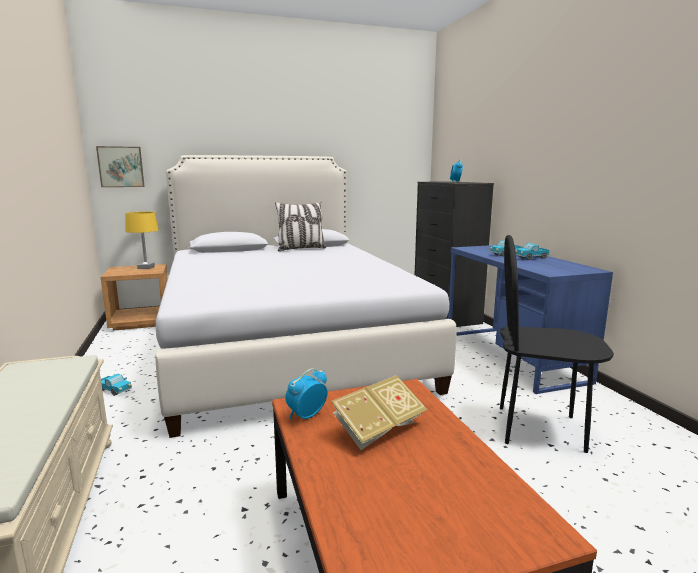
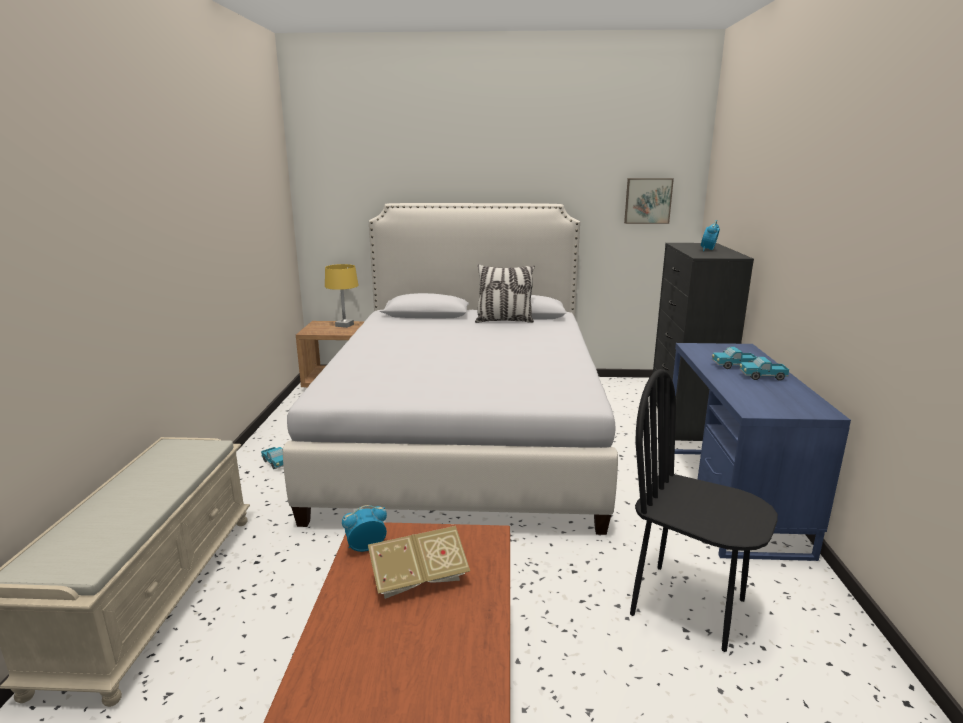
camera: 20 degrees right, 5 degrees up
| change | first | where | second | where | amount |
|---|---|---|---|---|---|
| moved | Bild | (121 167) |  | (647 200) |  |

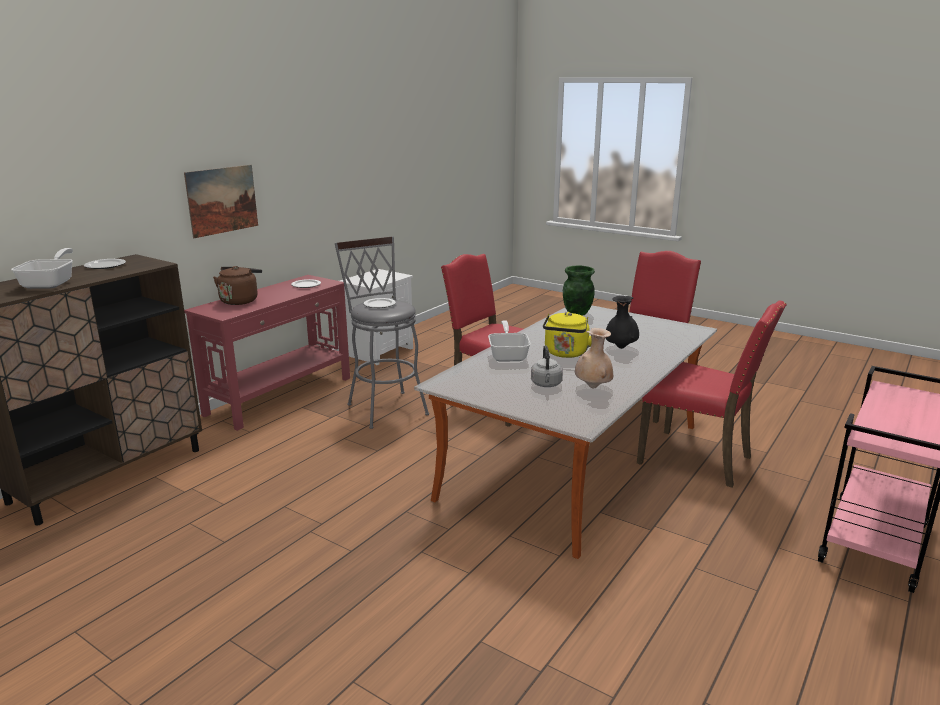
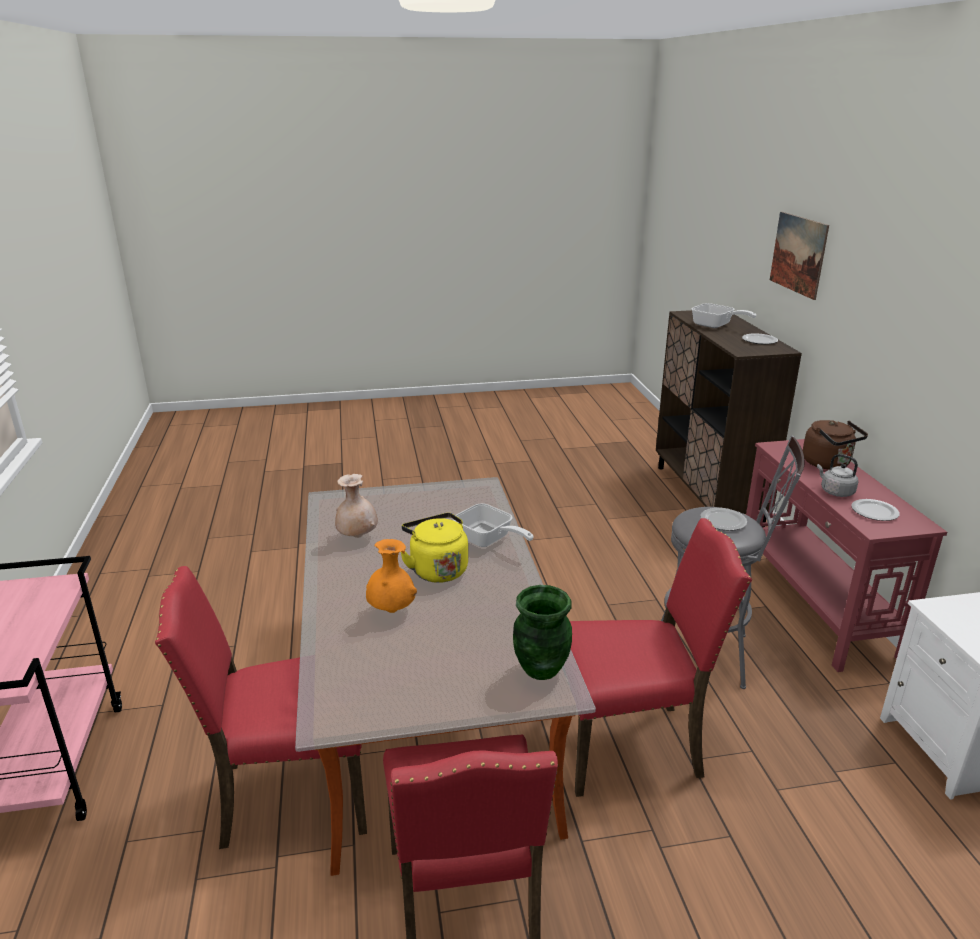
camera: 135 degrees right, 5 degrees up
| change | first | where | second | where | amount |
|---|---|---|---|---|---|
| moved | Bild | (222 200) |  | (798 254) |  |
| moved | Wasserkessel/grau | (546 384) |  | (835 491) |  |
| recoloured | Vase/schwarz | (620 348) | Vase/orange | (392 610) |  |

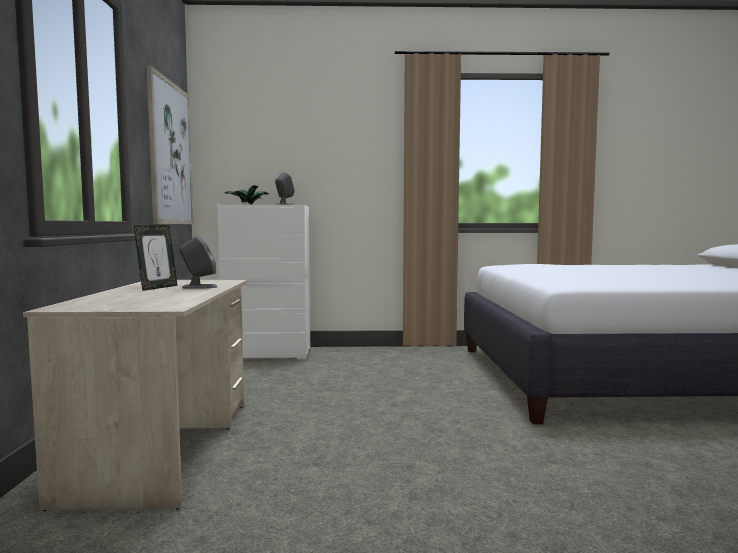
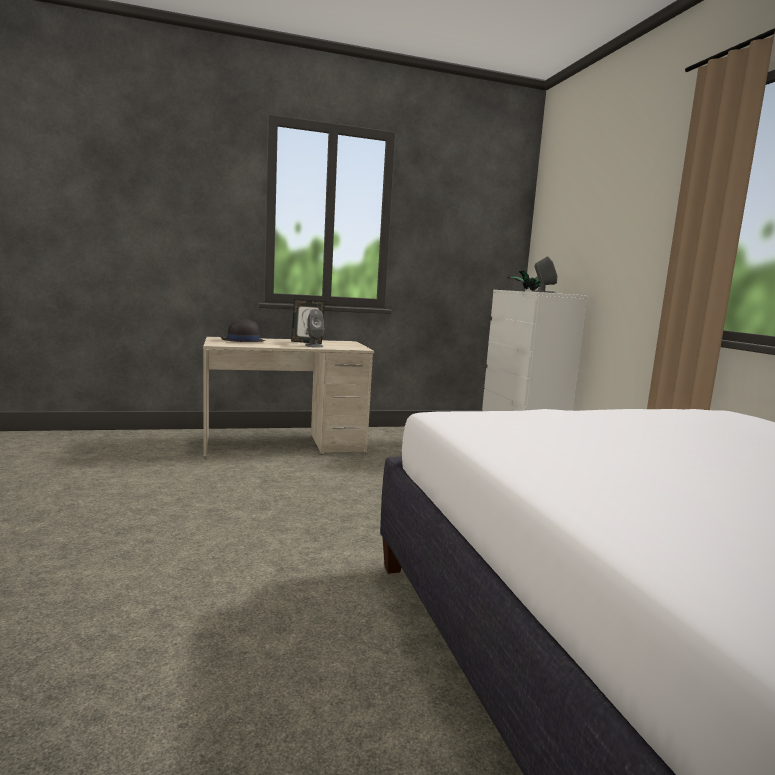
camera: 75 degrees right, 5 degrees up
| change | first | where | second | where | amount |
|---|---|---|---|---|---|
| removed | Bild | (170 153) |  |  |  |
| added |  |  | Hut/schwarz | (242 340) |  |

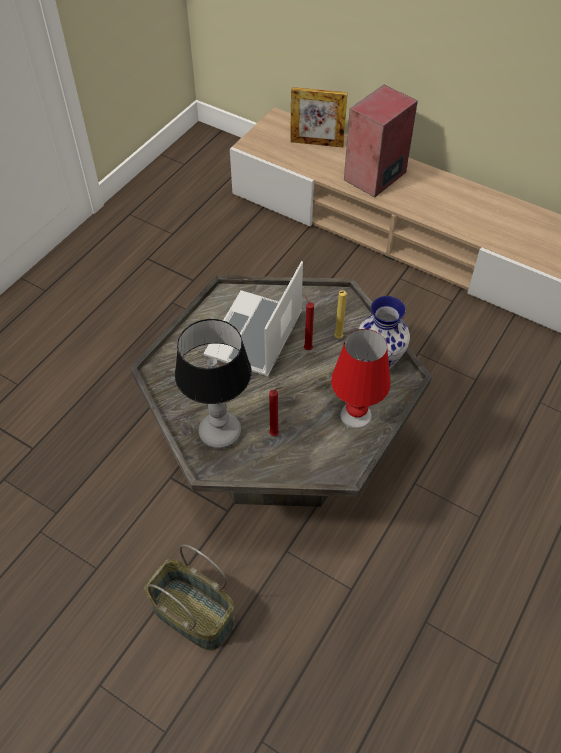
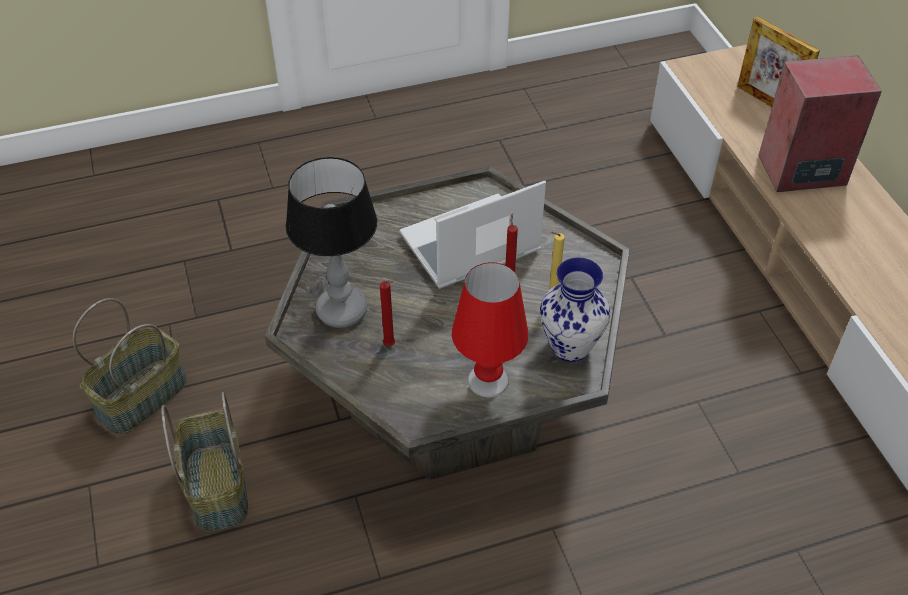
camera: 40 degrees right, 5 degrees down
| change | first | where | second | where | amount |
|---|---|---|---|---|---|
| added |  |  | Korb | (141 396) |  |

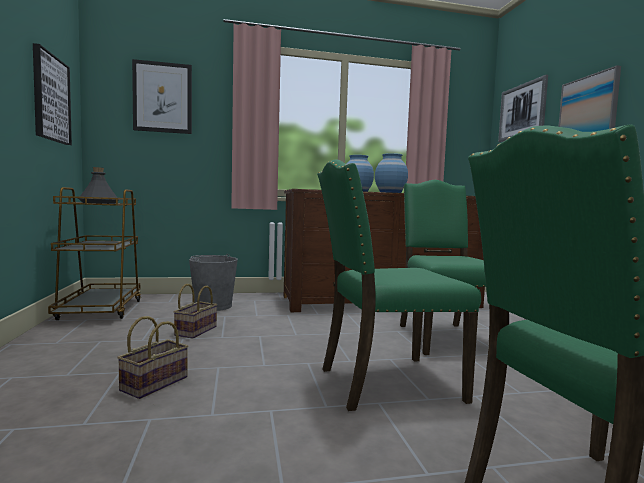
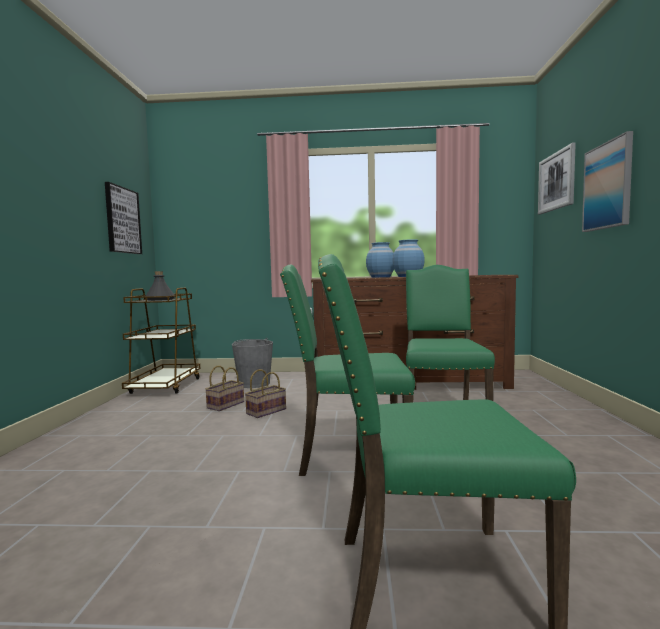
camera: 15 degrees right, 0 degrees up
| change | first | where | second | where | amount |
|---|---|---|---|---|---|
| removed | Bild | (163 98) |  |  |  |
| moved | Korb | (155 383) |  | (266 411) |  |

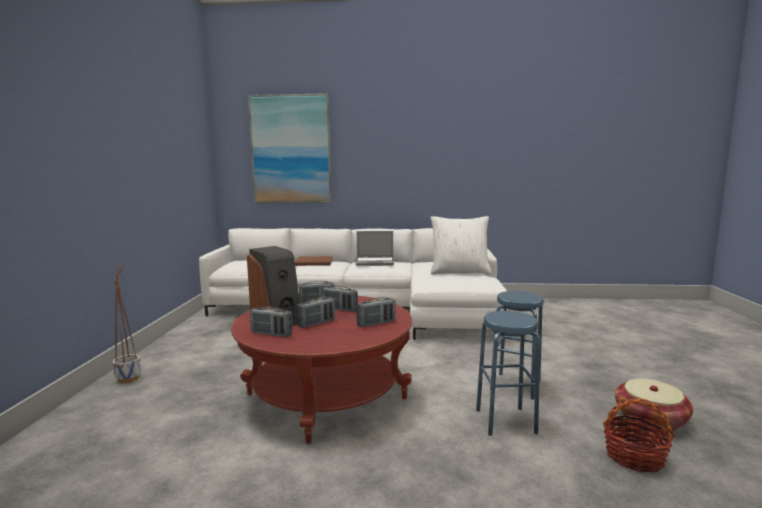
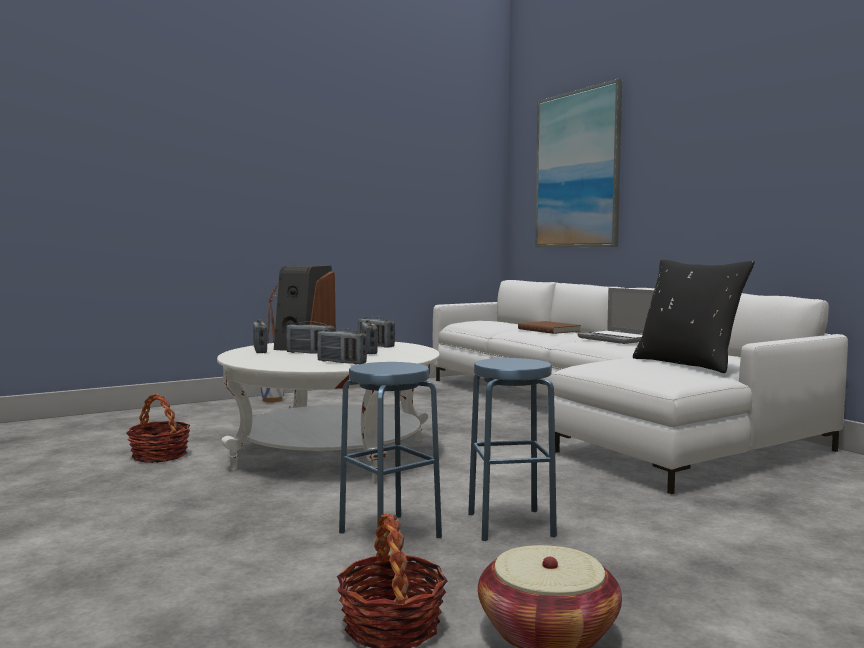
camera: 55 degrees right, 5 degrees down
| change | first | where | second | where | amount |
|---|---|---|---|---|---|
| added |  |  | Korb | (159 456) |  |
| recoloured | Couchtisch/rot | (326 396) | Couchtisch/weiß | (332 453) |  |
| recoloured | Kissen/weiß | (459 272) | Kissen/schwarz | (688 363) |  |

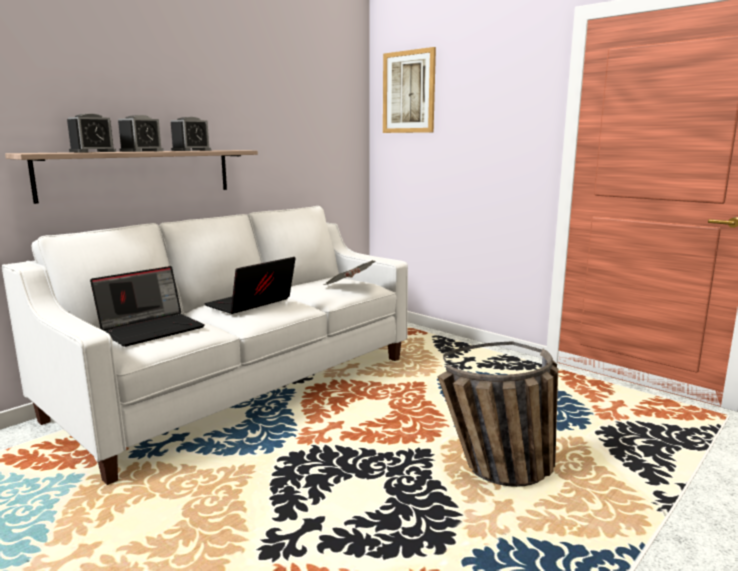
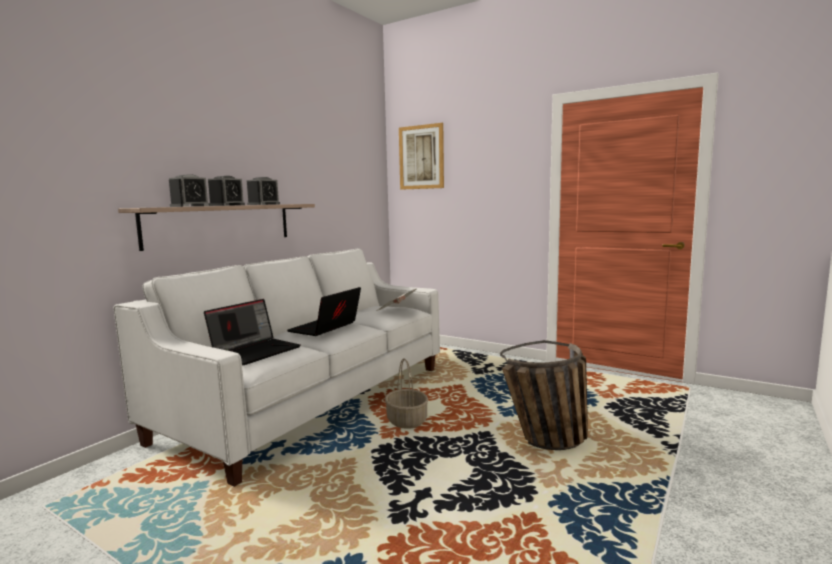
camera: 10 degrees left, 5 degrees down
| change | first | where | second | where | amount |
|---|---|---|---|---|---|
| added |  |  | Korb | (406 421) |  |

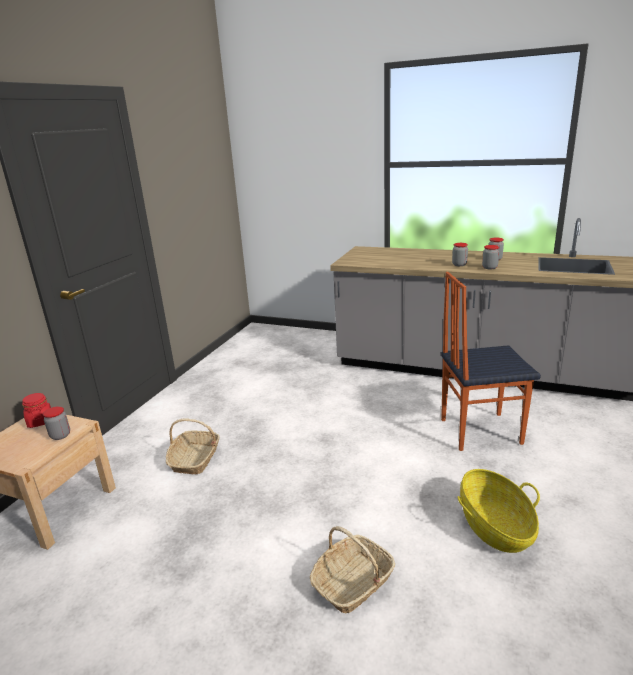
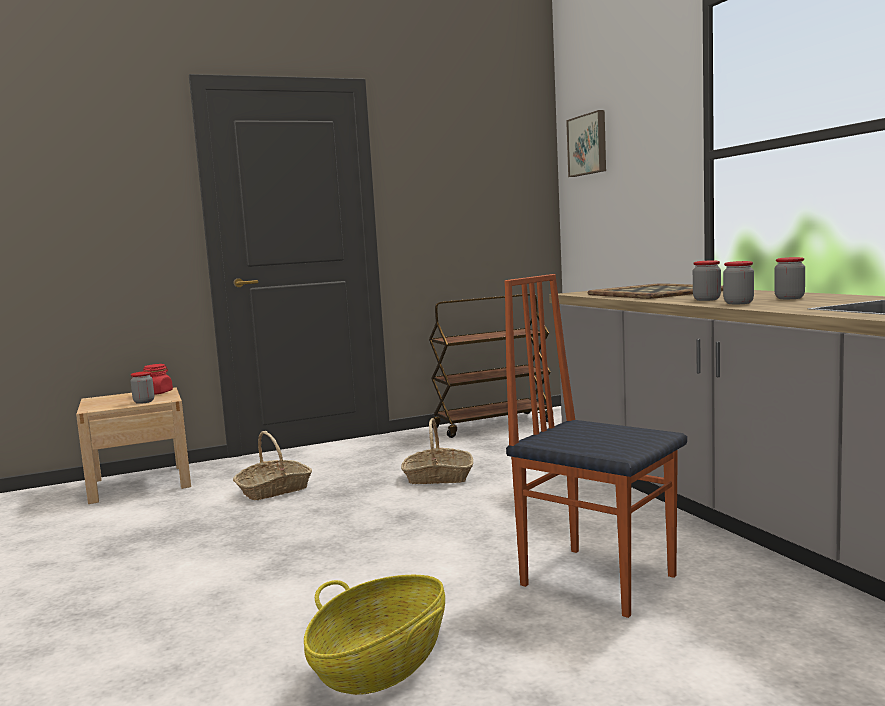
camera: 45 degrees right, 15 degrees down
| change | first | where | second | where | amount |
|---|---|---|---|---|---|
| added |  |  | Rollwagen/braun | (492 424) |  |
| added |  |  | Bild | (588 144) |  |
| added |  |  | Tablett | (656 292) |  |
| moved | Korb | (353 583) |  | (438 477) |  |

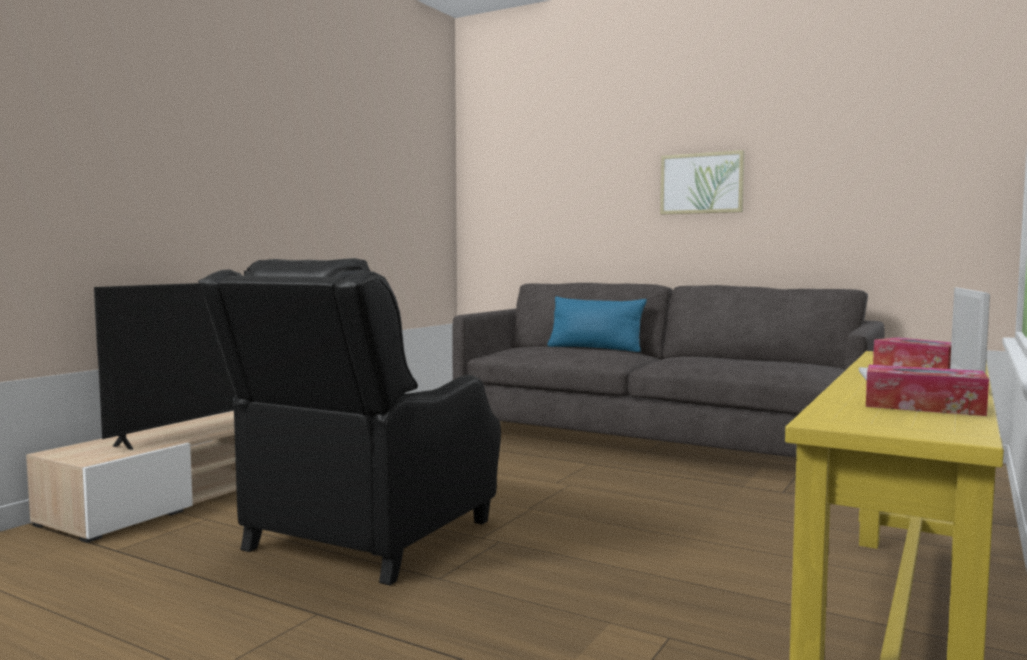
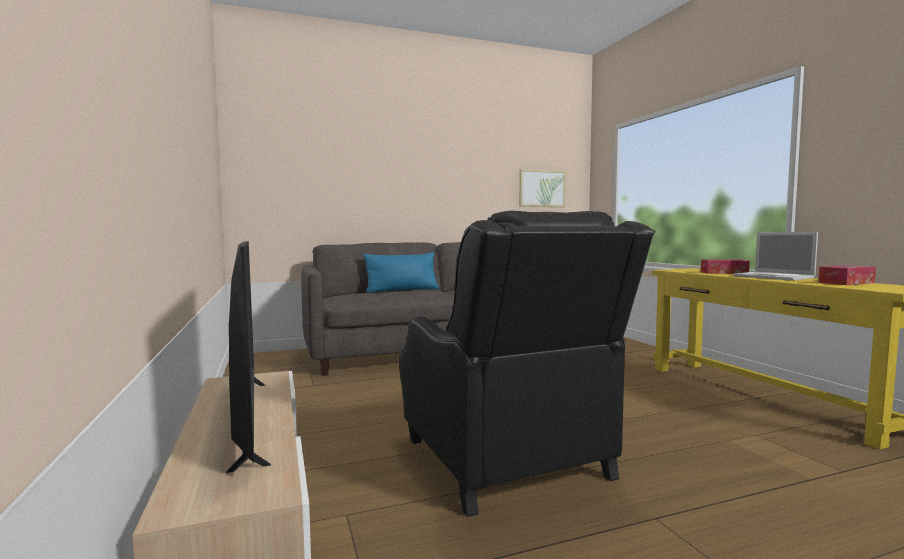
camera: 50 degrees left, 0 degrees up
| change | first | where | second | where | amount |
|---|---|---|---|---|---|
| moved | Bild | (701 183) |  | (541 188) |  |

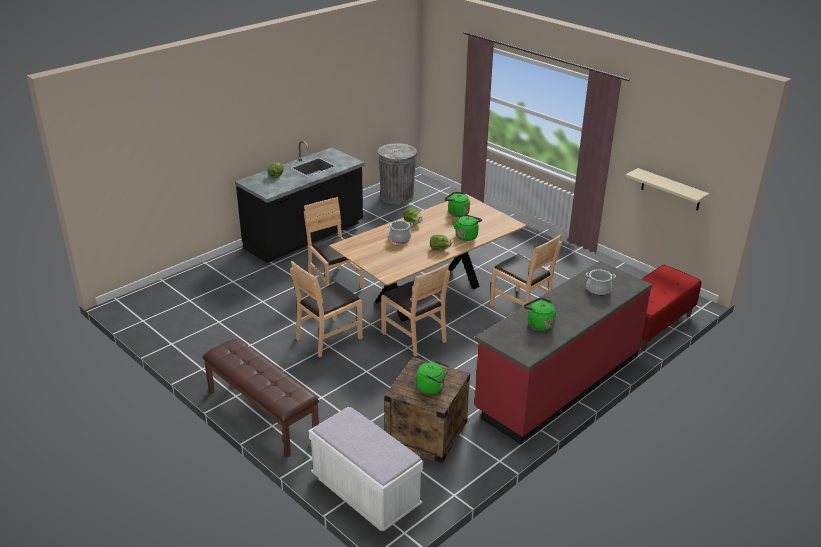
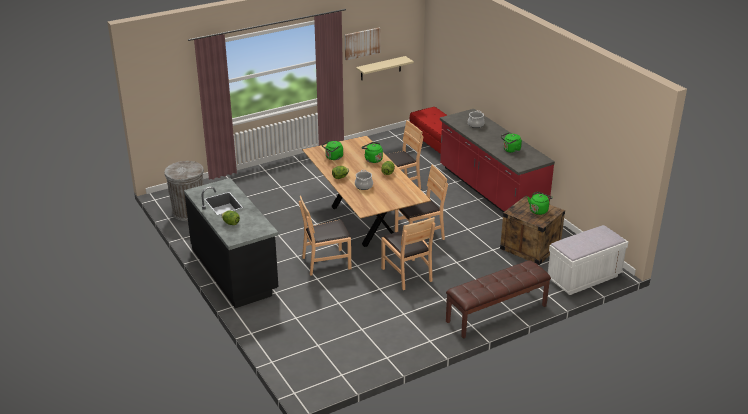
camera: 75 degrees left, 0 degrees up
| change | first | where | second | where | amount |
|---|---|---|---|---|---|
| added |  |  | Bild | (362 43) |  |

